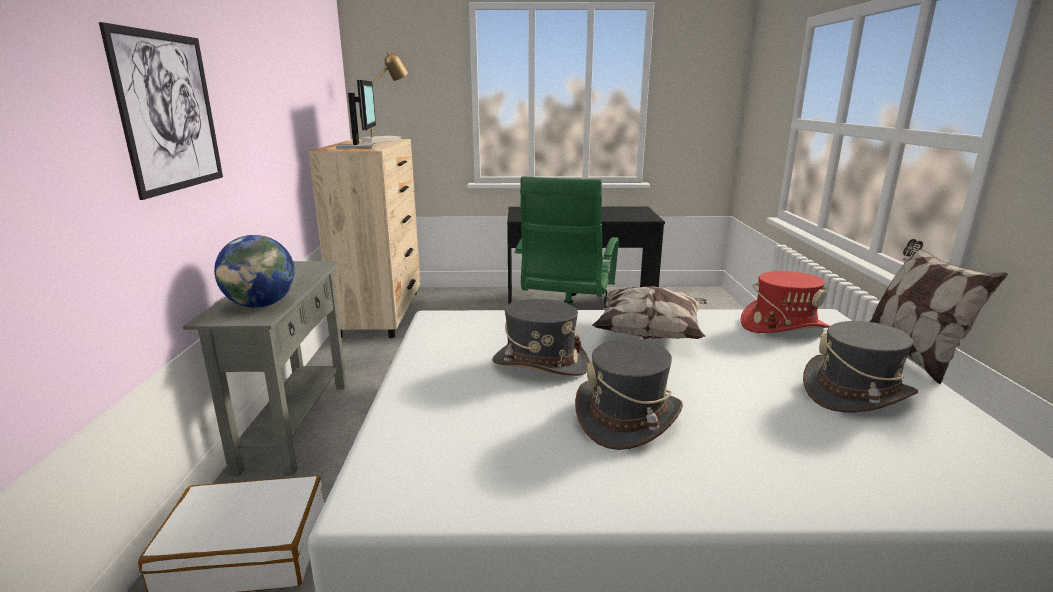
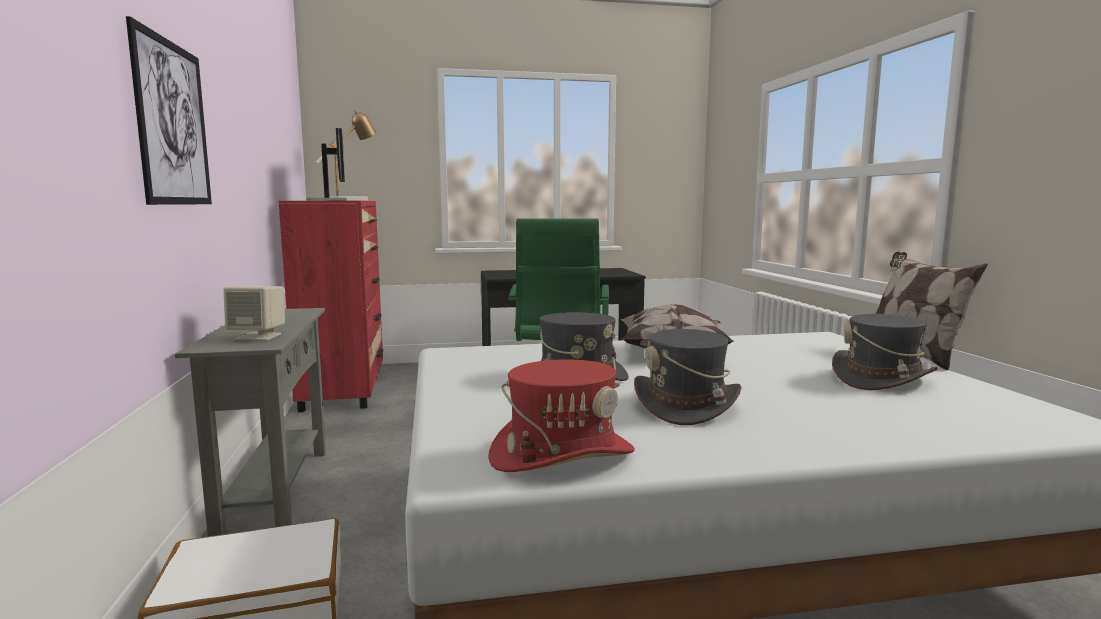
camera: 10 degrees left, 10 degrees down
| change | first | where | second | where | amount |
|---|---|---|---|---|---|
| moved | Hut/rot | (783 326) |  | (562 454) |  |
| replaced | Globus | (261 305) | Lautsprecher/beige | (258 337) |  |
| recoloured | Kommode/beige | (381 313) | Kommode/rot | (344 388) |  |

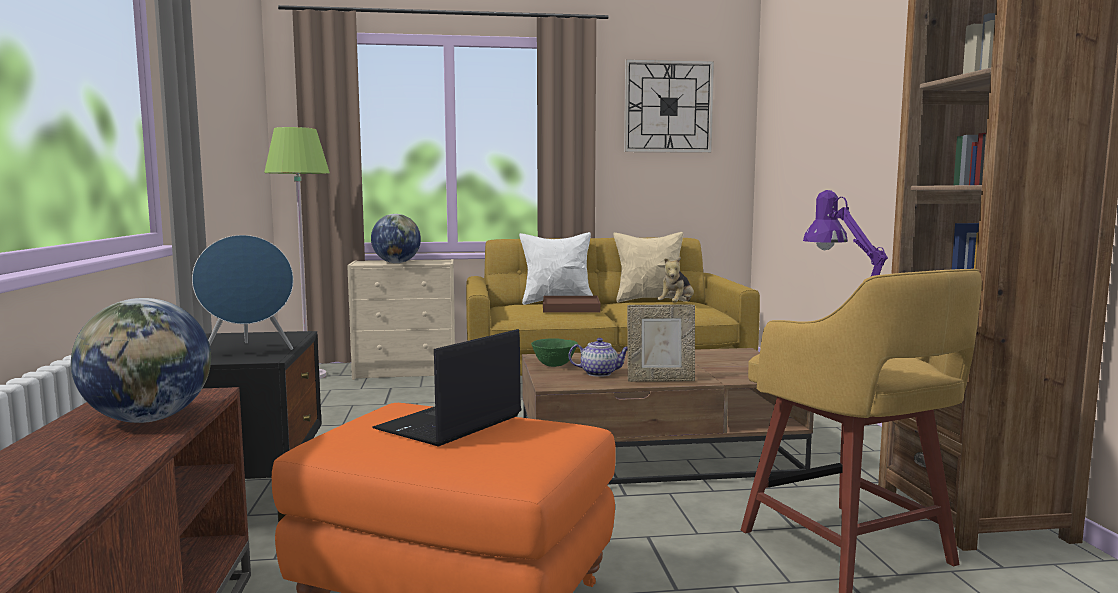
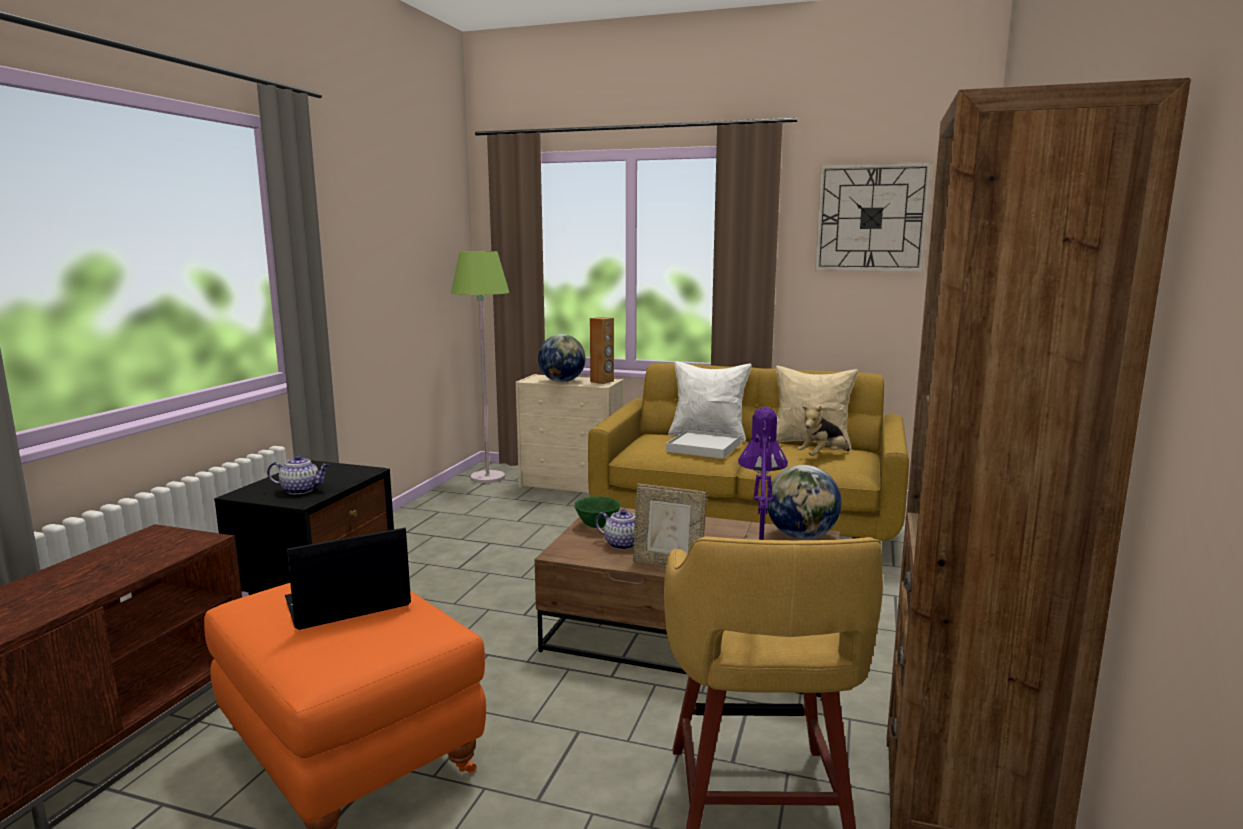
camera: 25 degrees right, 5 degrees up
| change | first | where | second | where | amount |
|---|---|---|---|---|---|
| added |  |  | Lautsprecher/braun | (602 381) |  |
| moved | Globus | (149 419) |  | (802 536) |  |
| replaced | Lautsprecher/blau | (248 351) | Teekanne | (301 490) |  |
| recoloured | Tablett/braun | (570 308) | Tablett/weiß | (703 448) |  |

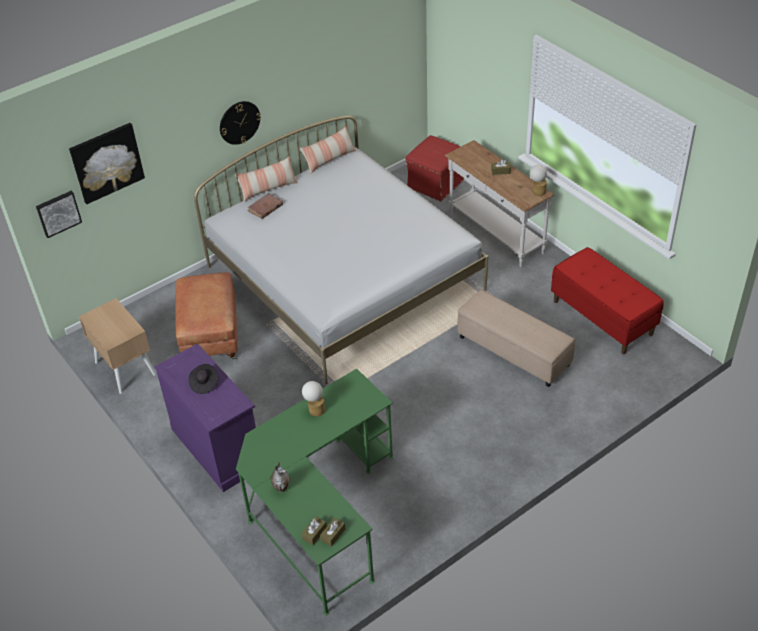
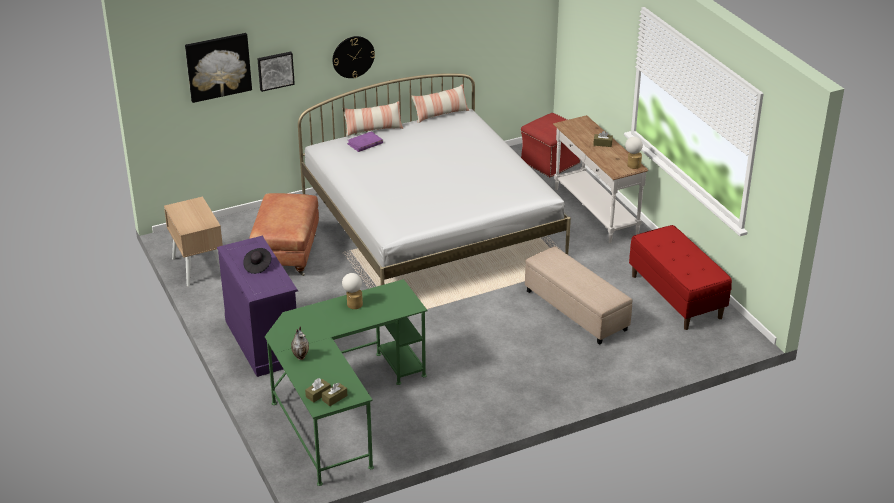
camera: 10 degrees right, 10 degrees down
| change | first | where | second | where | amount |
|---|---|---|---|---|---|
| moved | Bild | (58 213) |  | (275 70) |  |
| recoloured | Buch/braun | (265 208) | Buch/lila | (365 143) |  |

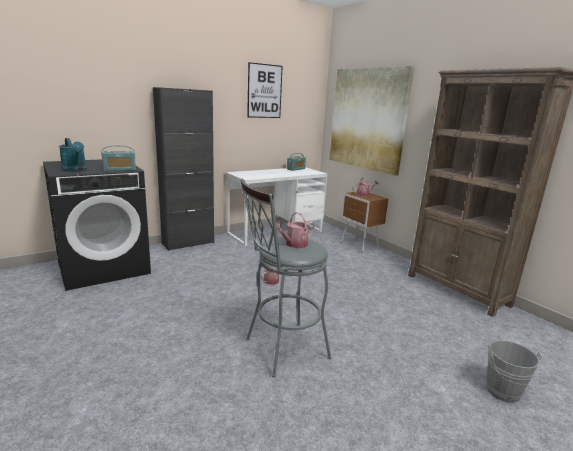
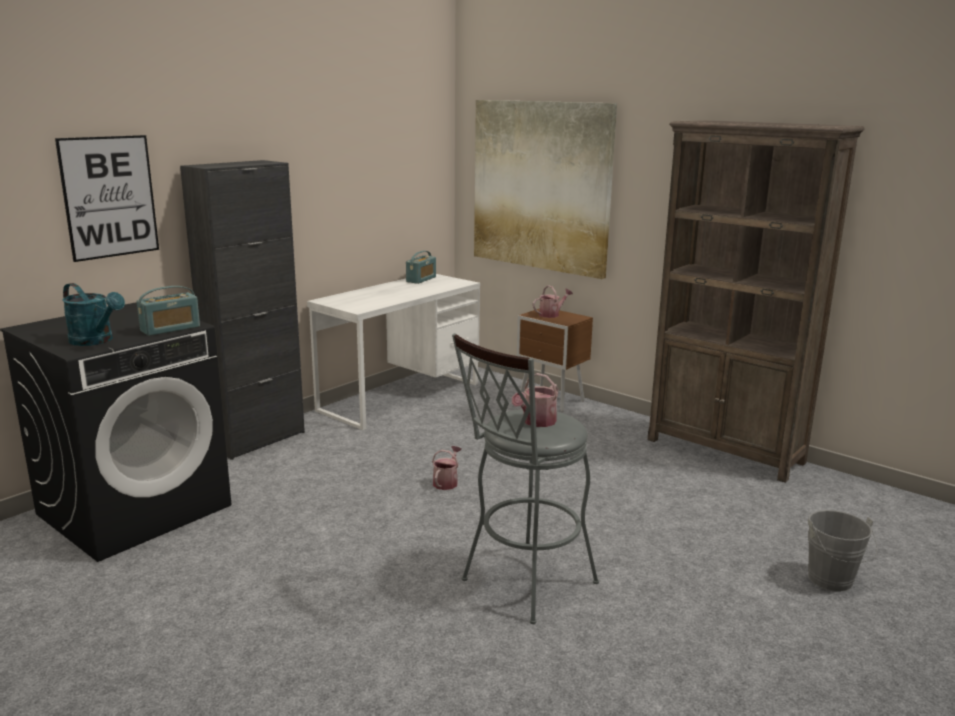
camera: 15 degrees left, 0 degrees up
| change | first | where | second | where | amount |
|---|---|---|---|---|---|
| moved | Bild | (264 91) |  | (109 197) |  |

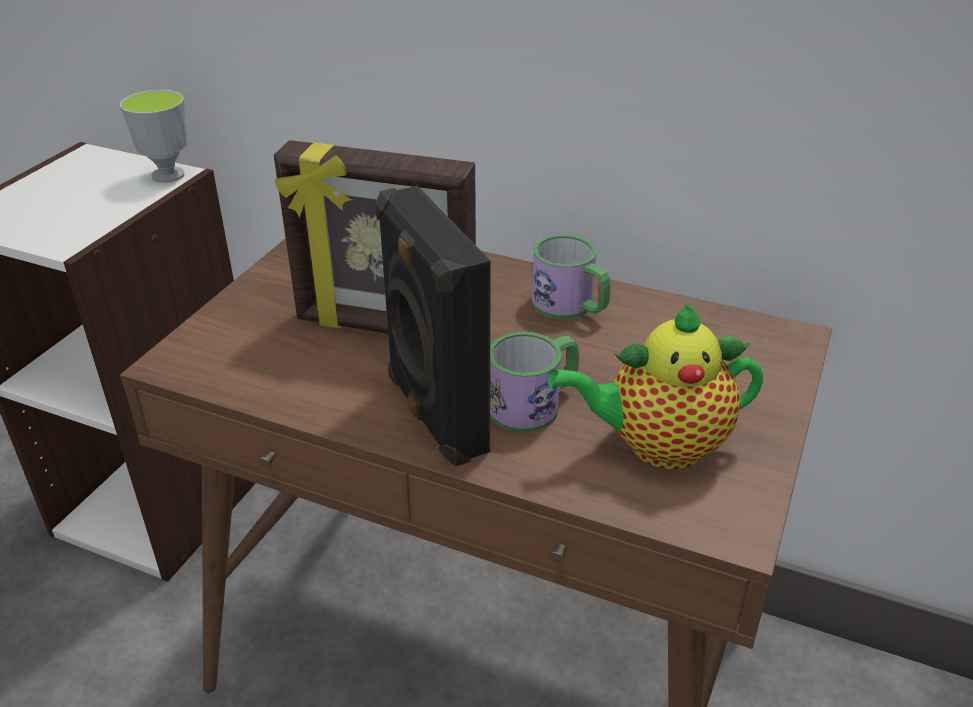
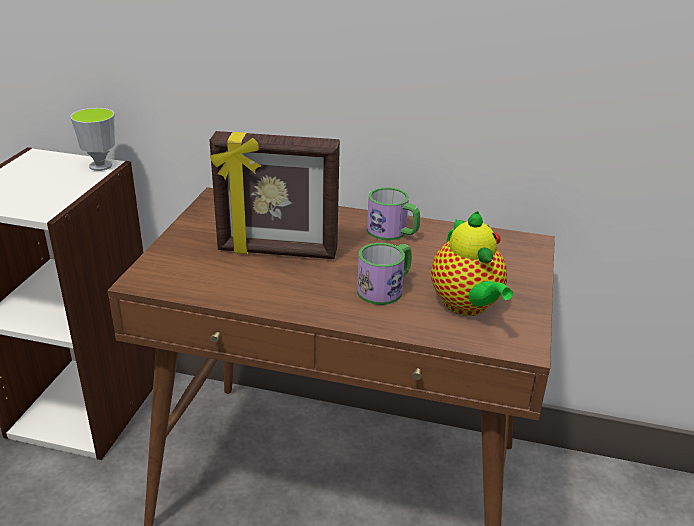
camera: 10 degrees left, 5 degrees down
| change | first | where | second | where | amount |
|---|---|---|---|---|---|
| removed | Lautsprecher/schwarz | (433 415) |  |  |  |
| turned | Teekanne | (657 446) |  | (467 306) | 90 degrees counterclockwise |

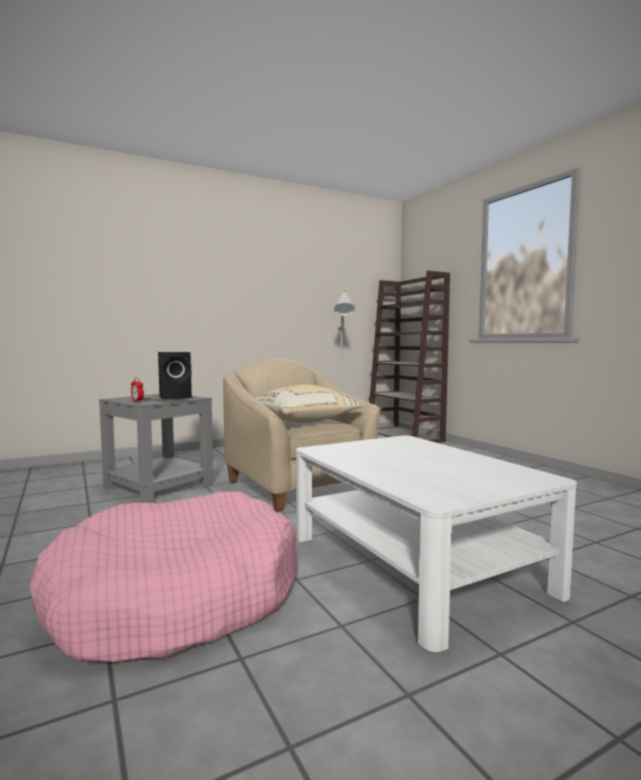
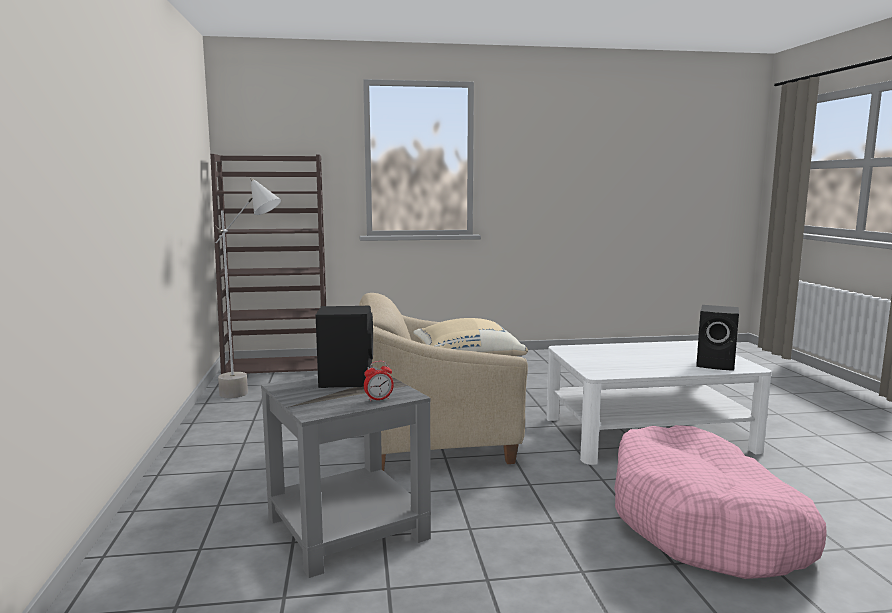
camera: 70 degrees left, 5 degrees up
| change | first | where | second | where | amount |
|---|---|---|---|---|---|
| added |  |  | Lautsprecher/schwarz | (717 364) |  |

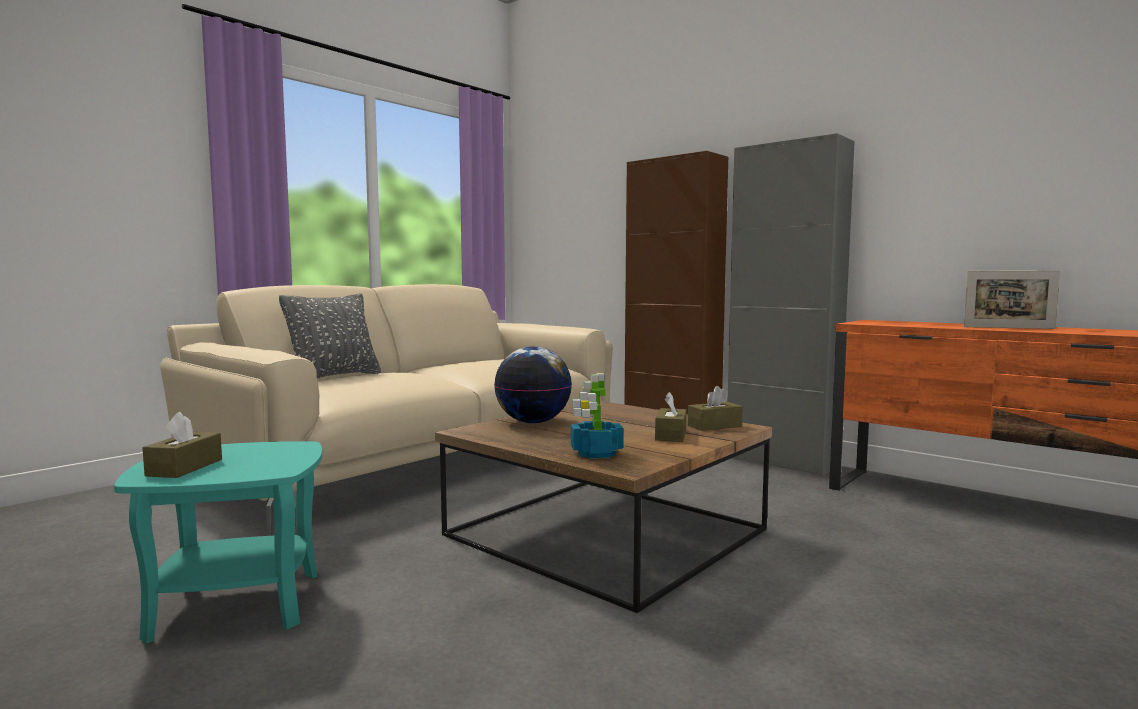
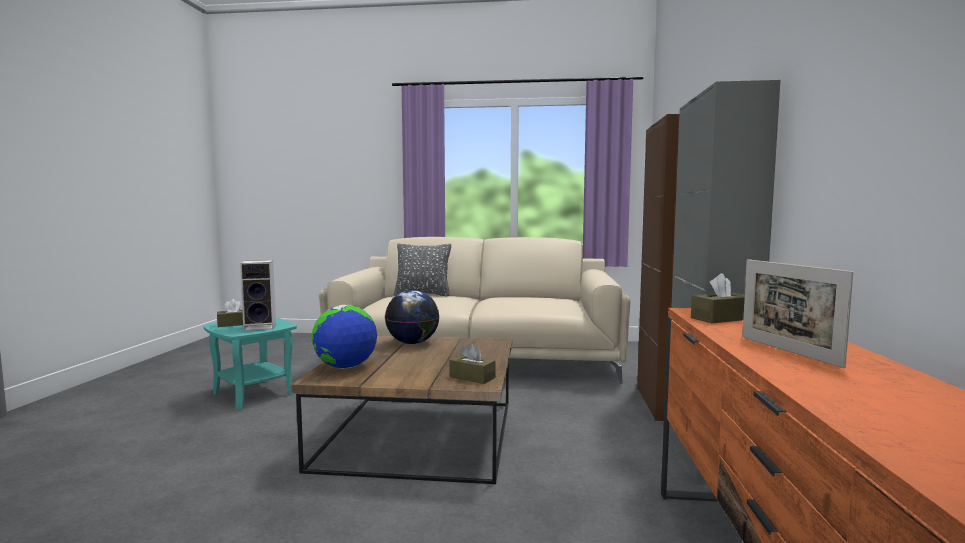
camera: 55 degrees right, 0 degrees up
| change | first | where | second | where | amount |
|---|---|---|---|---|---|
| added |  |  | Lautsprecher | (261 327) |  |
| moved | Taschentuchbox/braun | (671 435) |  | (721 318) |  |
| replaced | Topfpflanze | (595 454) | Globus | (345 367) |  |

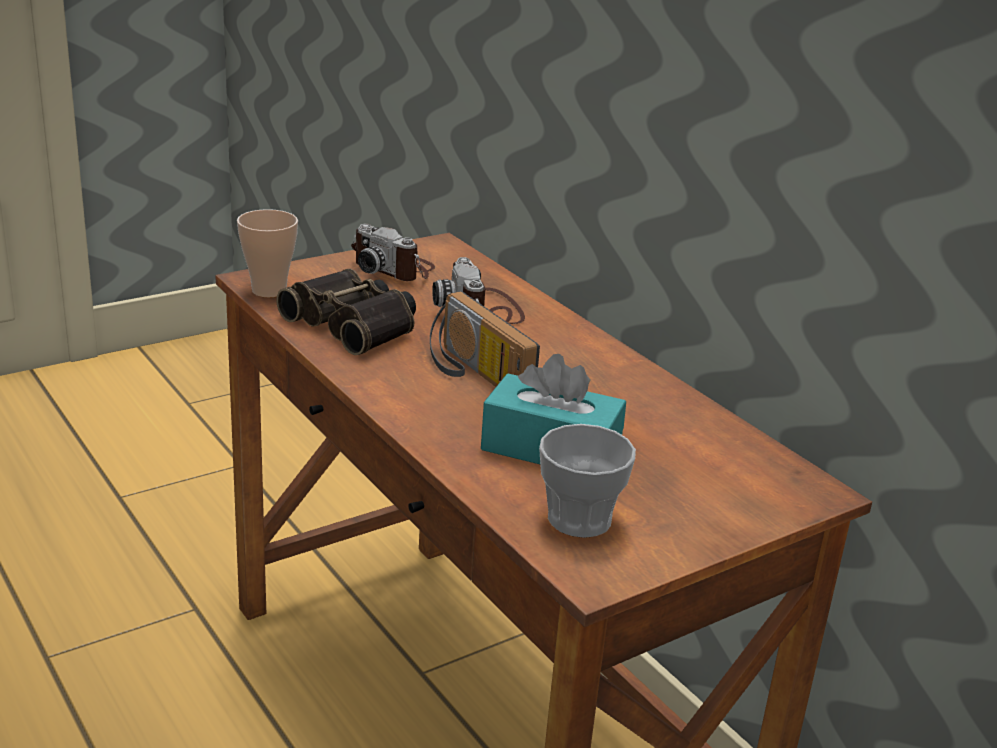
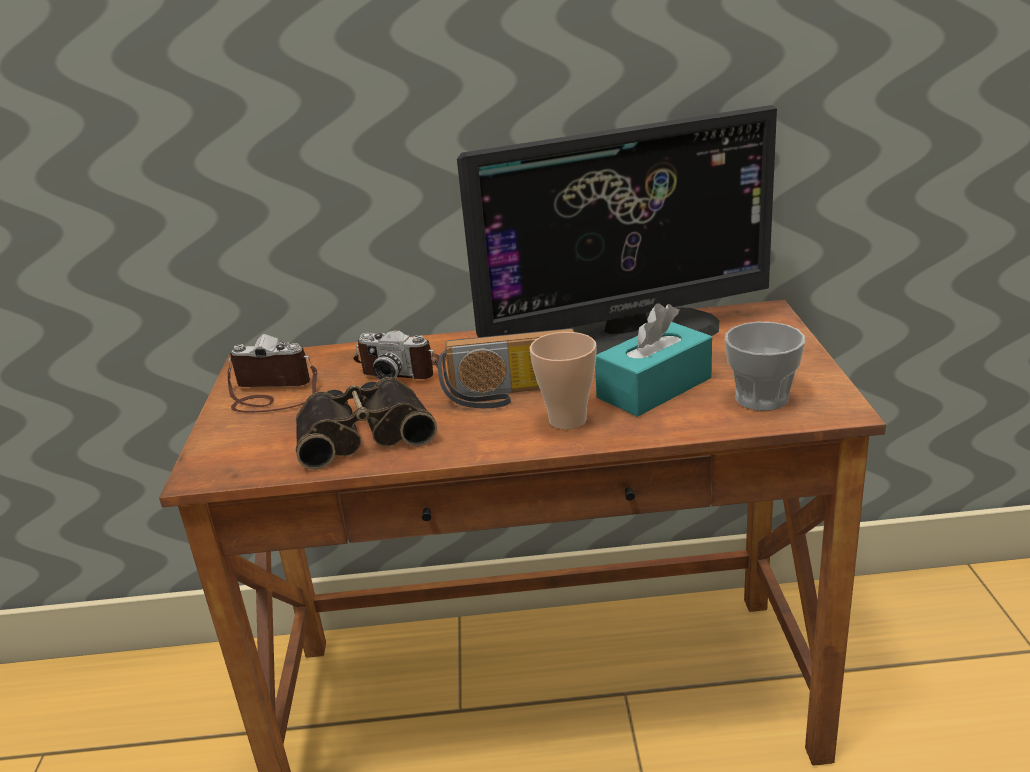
camera: 55 degrees left, 0 degrees up
| change | first | where | second | where | amount |
|---|---|---|---|---|---|
| added |  |  | Monitor | (626 338) |  |
| moved | Tasse | (269 291) |  | (567 420) |  |
| turned | Kamera | (393 268) |  | (271 393) | 150 degrees counterclockwise |

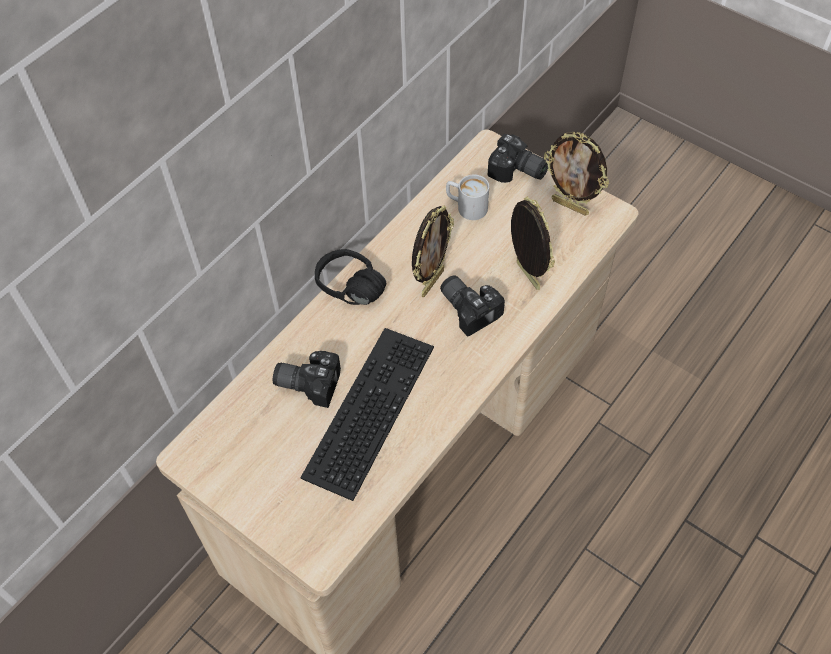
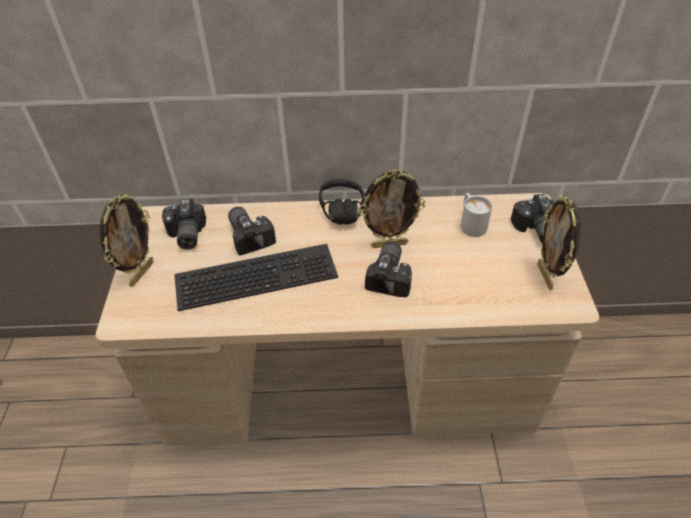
camera: 50 degrees right, 10 degrees down
| change | first | where | second | where | amount |
|---|---|---|---|---|---|
| added |  |  | Kamera | (185 235) |  |
| moved | Bilderrahmen | (526 276) |  | (141 273) |  |

